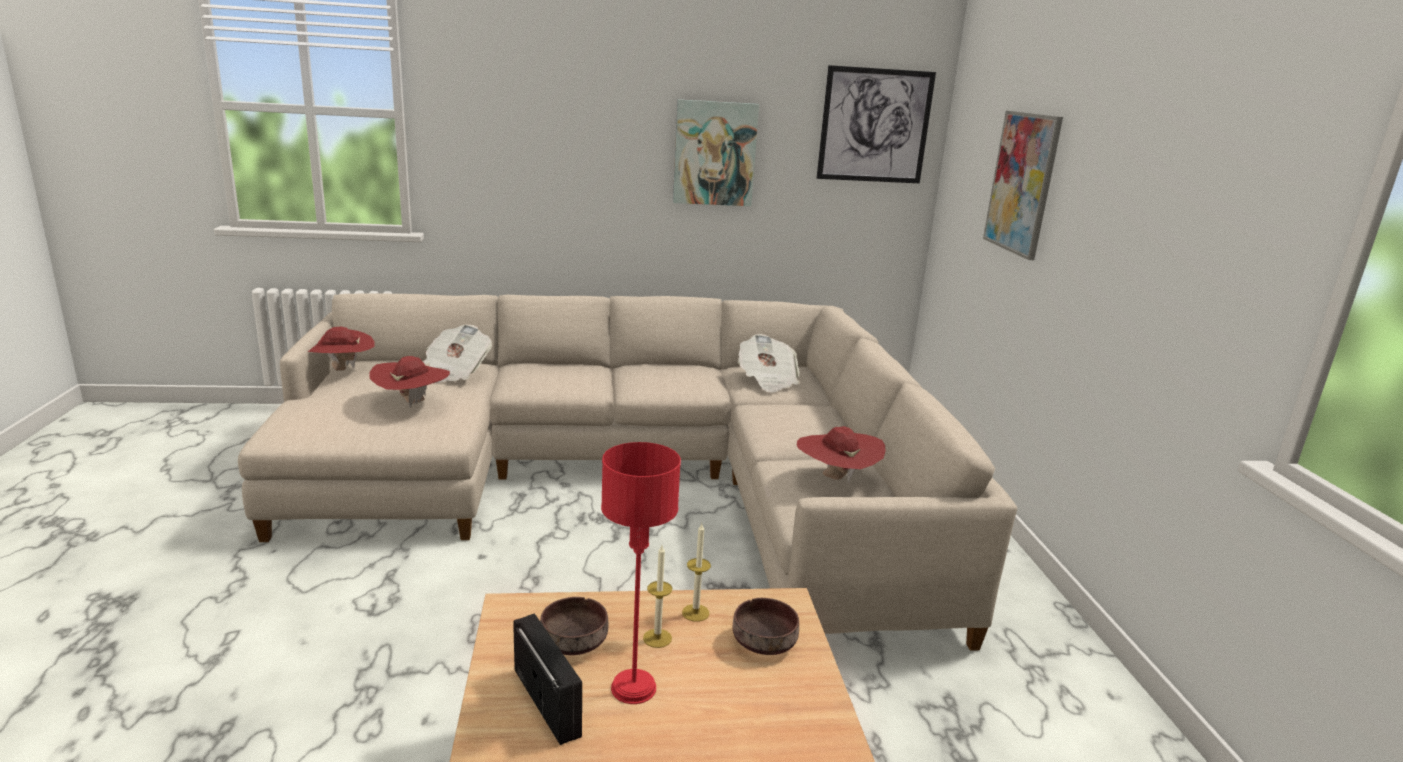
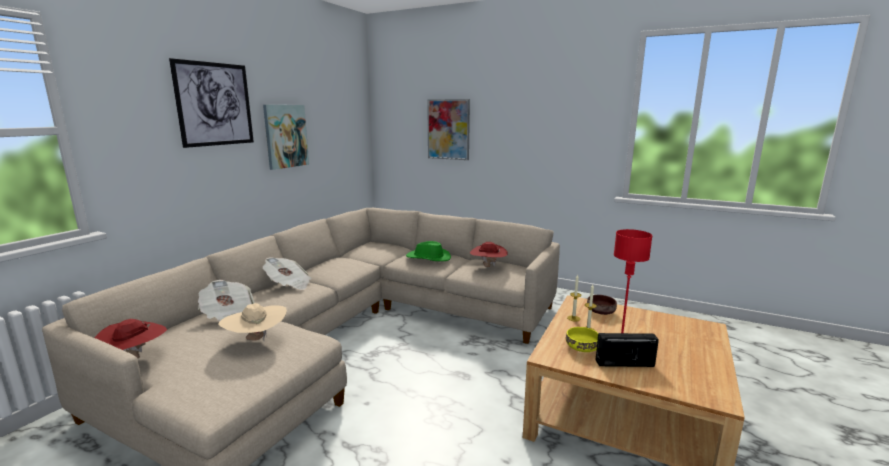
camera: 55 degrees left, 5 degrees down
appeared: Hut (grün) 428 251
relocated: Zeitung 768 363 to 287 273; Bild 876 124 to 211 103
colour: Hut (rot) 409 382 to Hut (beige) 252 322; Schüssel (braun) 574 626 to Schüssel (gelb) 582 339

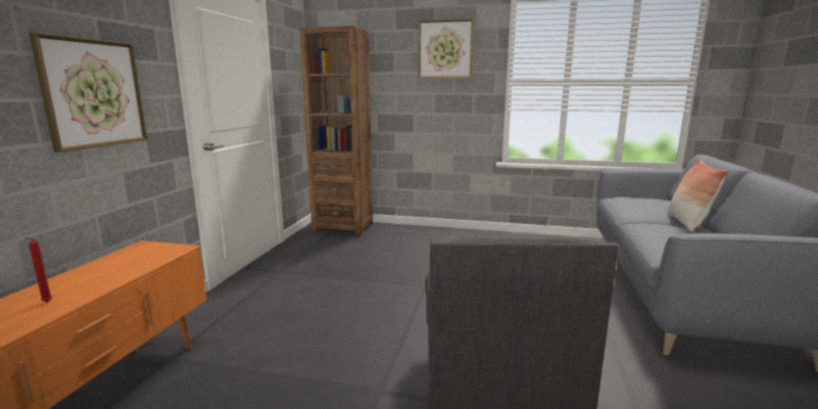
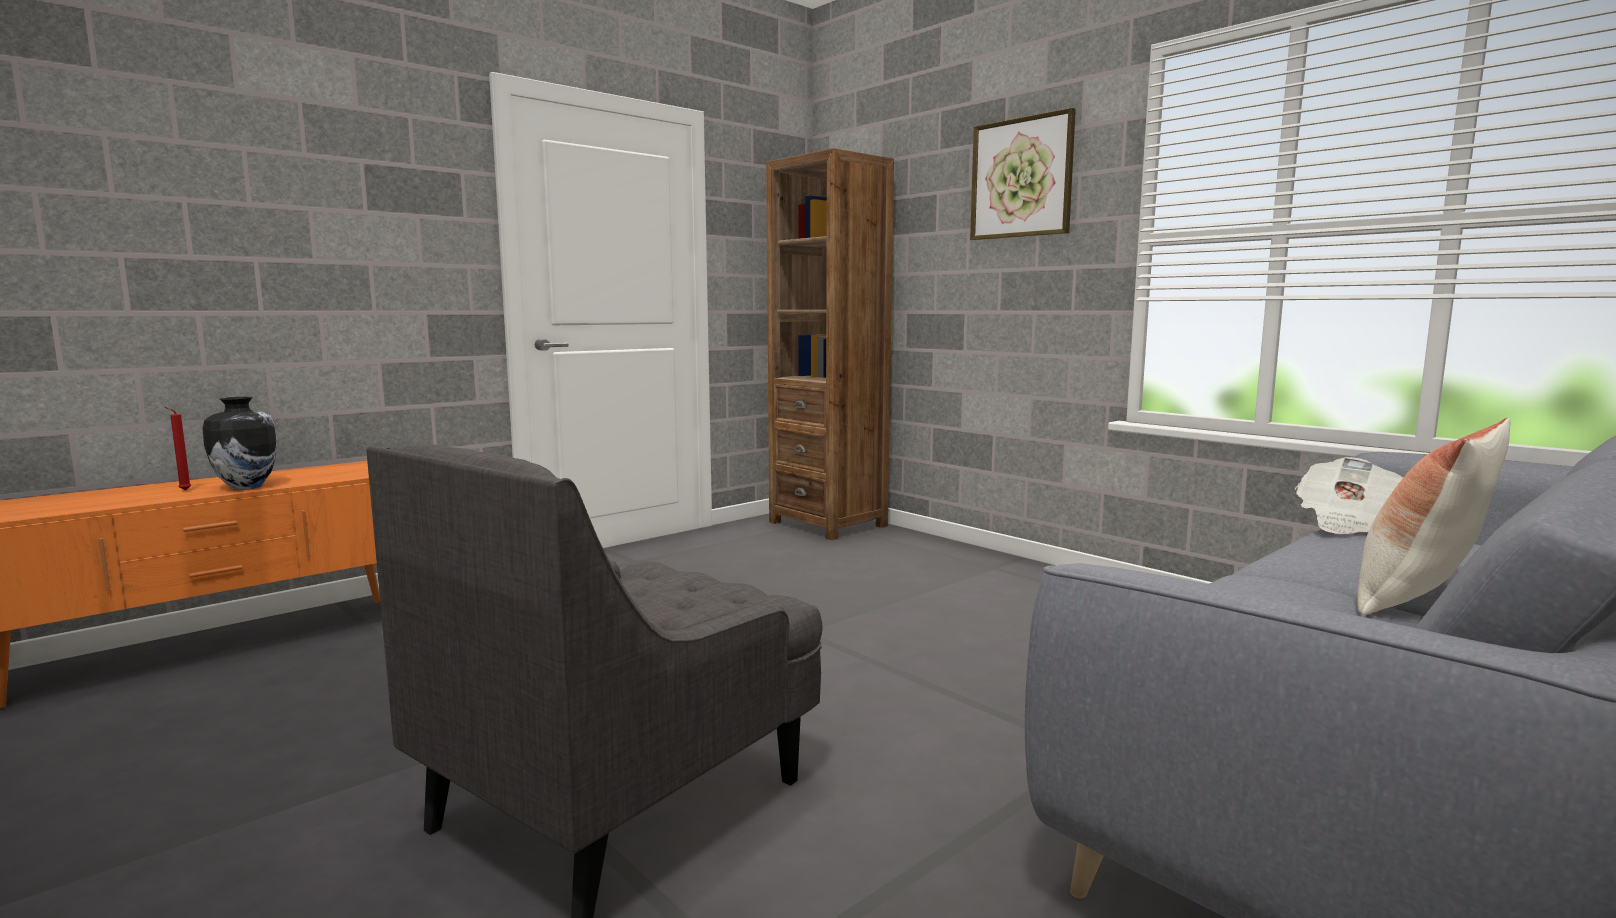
camera: 35 degrees right, 5 degrees down
missing: Bild 88 92
appeared: Vase 239 443; Zeitung 1349 495

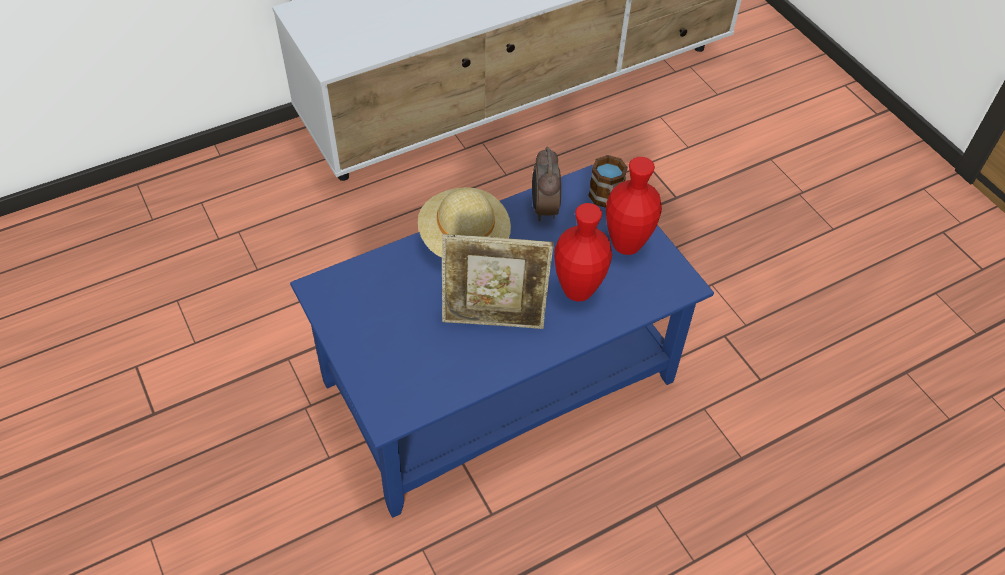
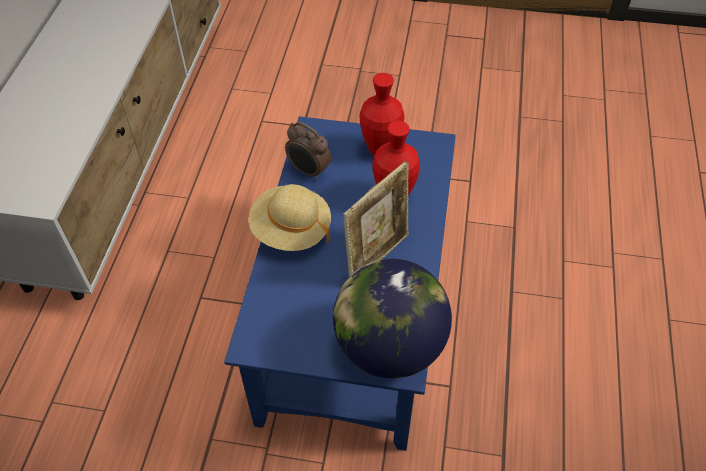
camera: 50 degrees left, 0 degrees up
missing: Henkelbecher 608 181
appeared: Globus 392 318

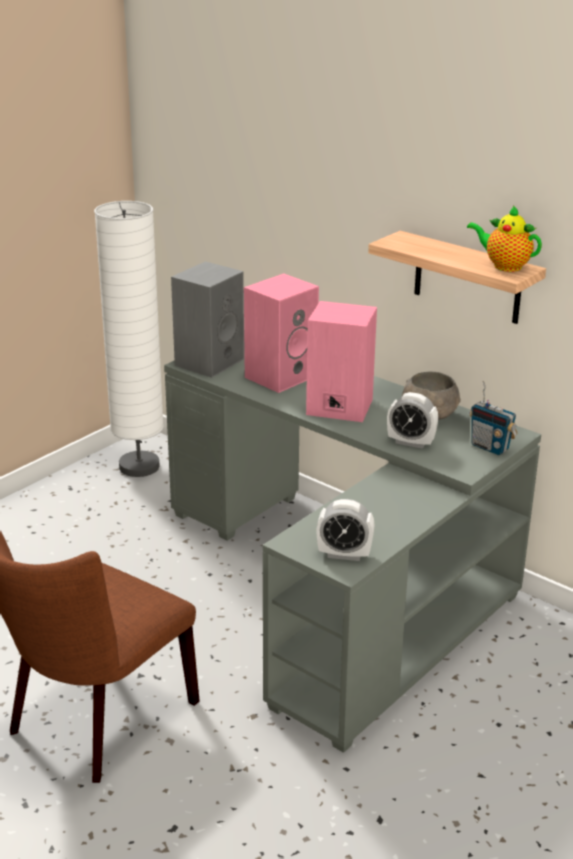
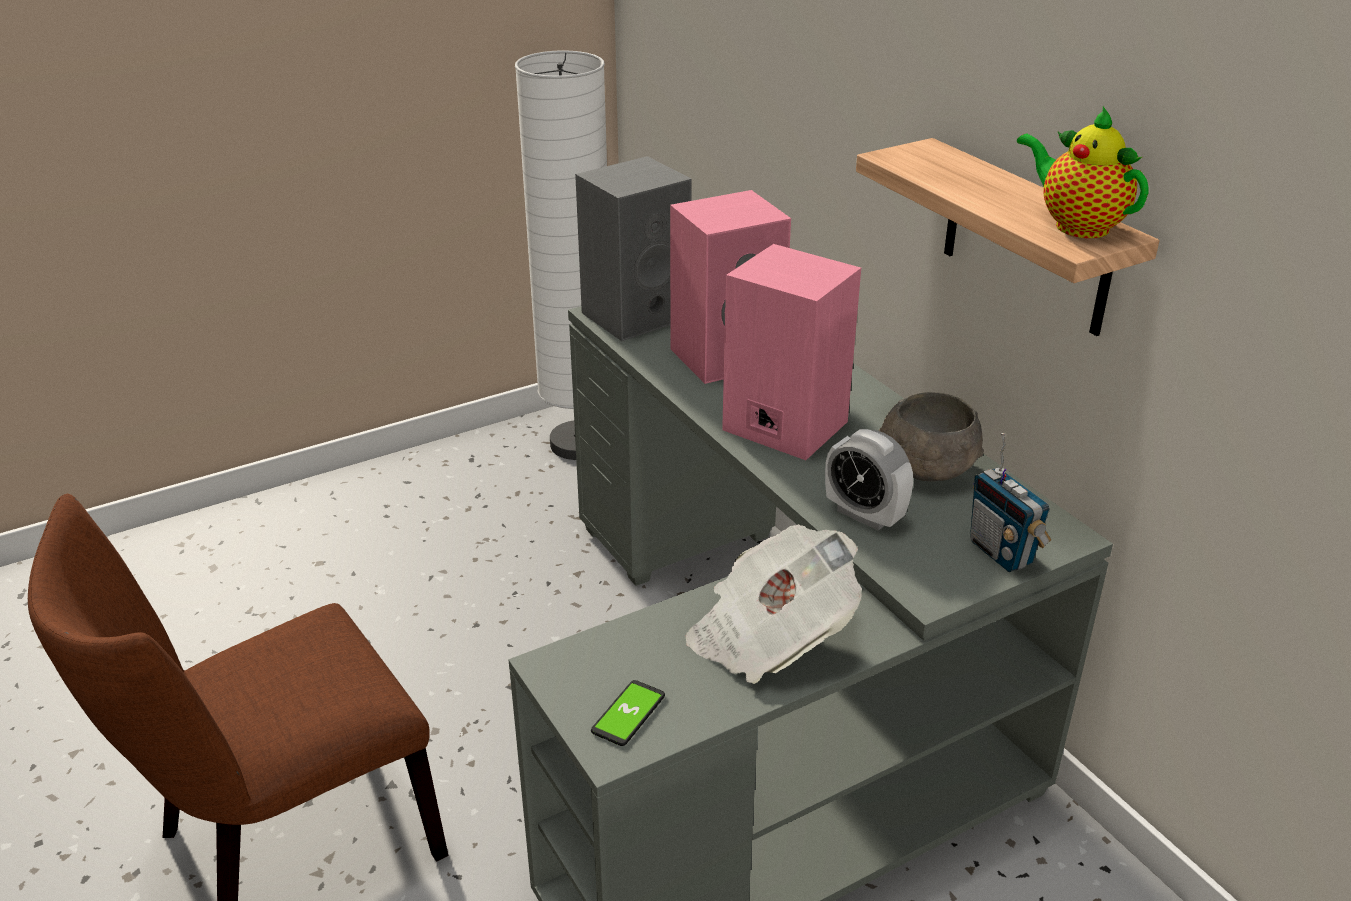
camera: 20 degrees right, 5 degrees up
appeared: Zeitung 774 604
exchanged: Wecker 345 530 to Handy 628 713

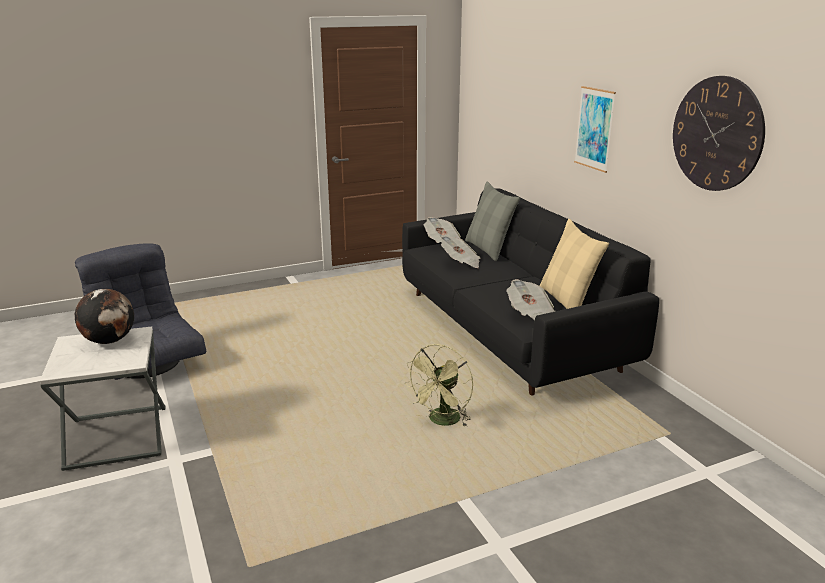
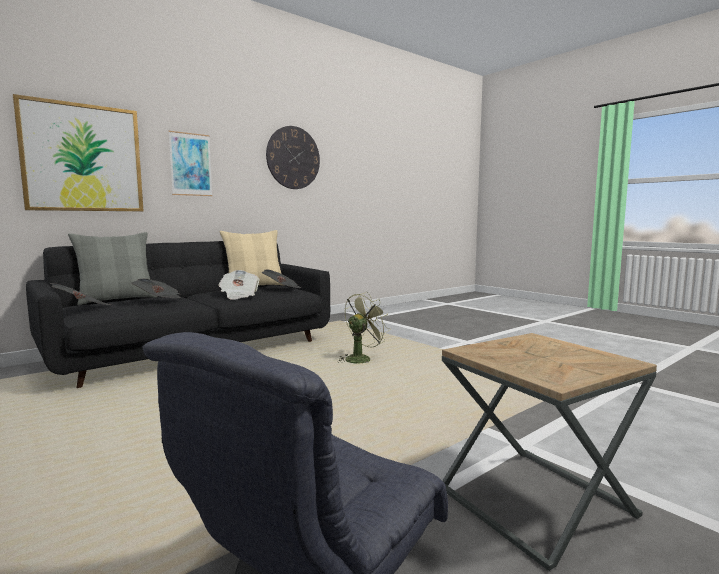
camera: 105 degrees left, 15 degrees down
missing: Globus 104 316
appeared: Bild 78 152; Zeitung 239 285
colour: Beistelltisch (weiß) 102 398 to Beistelltisch (braun) 549 452
spun: Ventilator (grün) 440 385 = 364 327 60 degrees counterclockwise

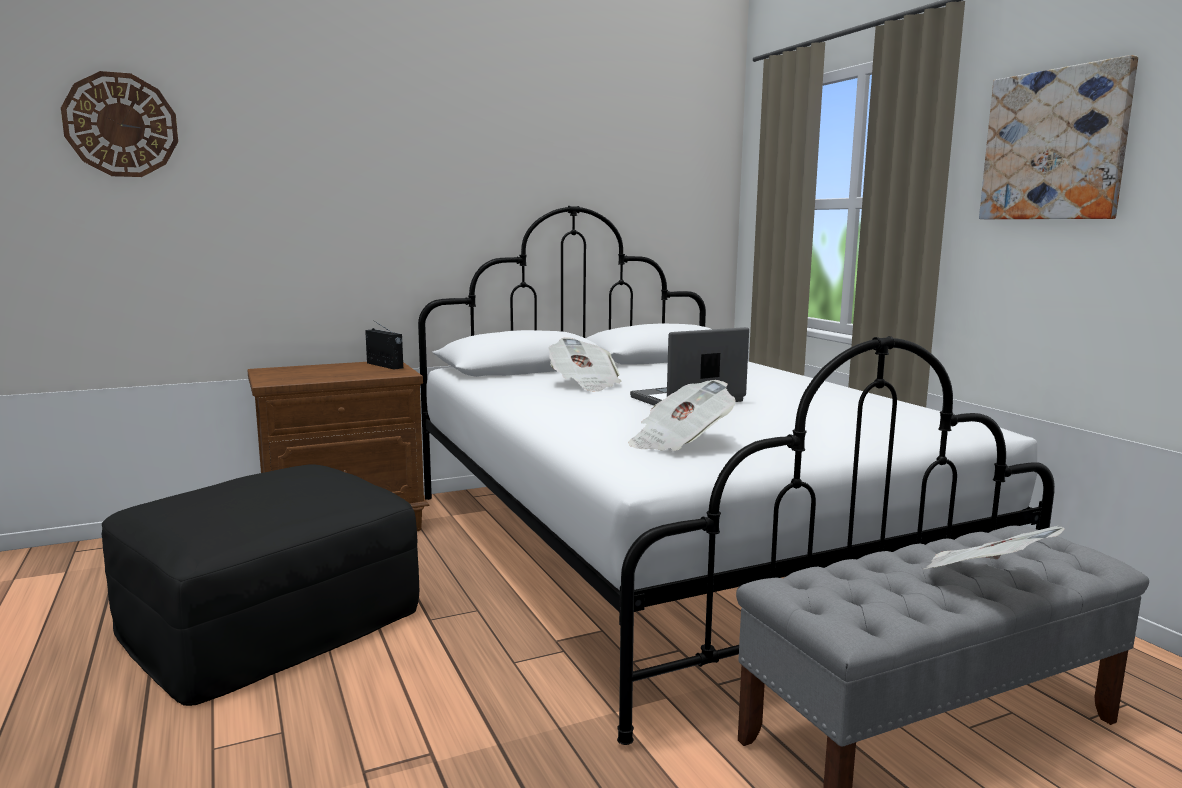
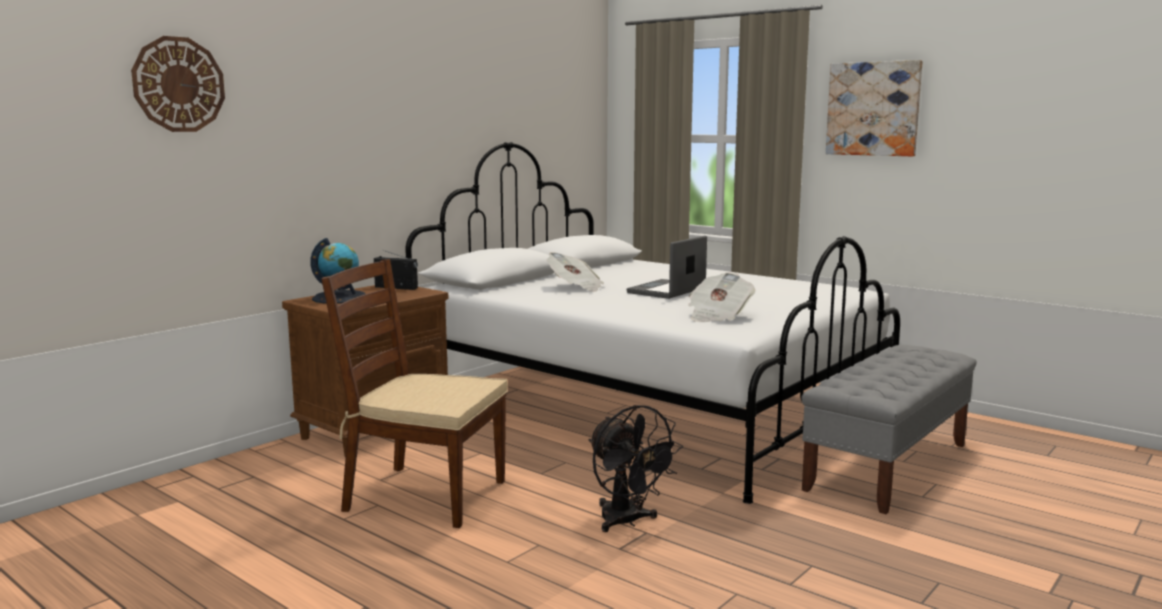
camera: 25 degrees left, 0 degrees up
missing: Zeitung 993 548
appeared: Globus 338 271; Ventilator (schwarz) 636 468
exchanged: Polsterhocker (schwarz) 260 585 to Stuhl (braun) 414 393

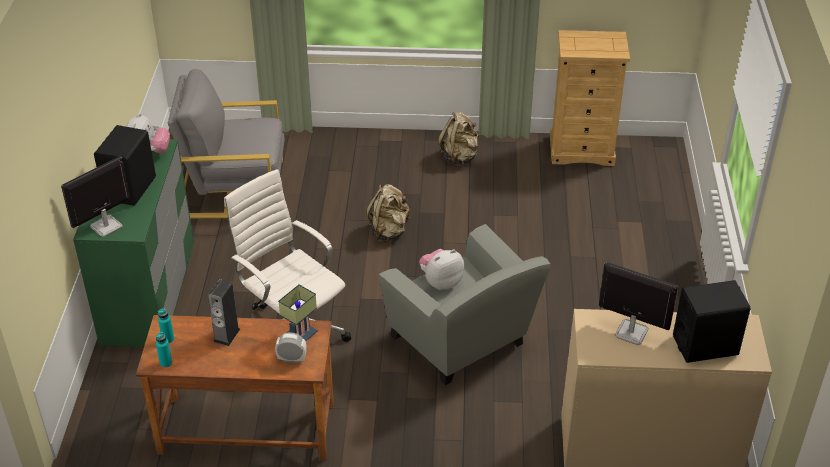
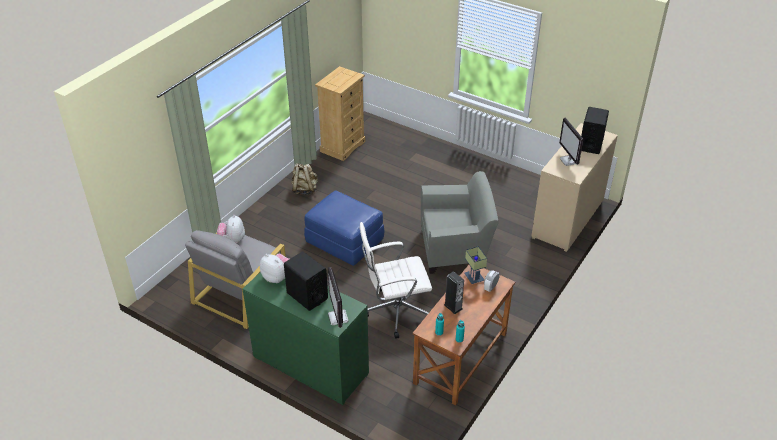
camera: 60 degrees left, 0 degrees up
relocated: Plüschtier 441 269 to 231 229
exchanged: Rucksack (beige) 388 213 to Polsterhocker (blau) 344 228
spun: Monitor 638 303 = 571 142 75 degrees counterclockwise

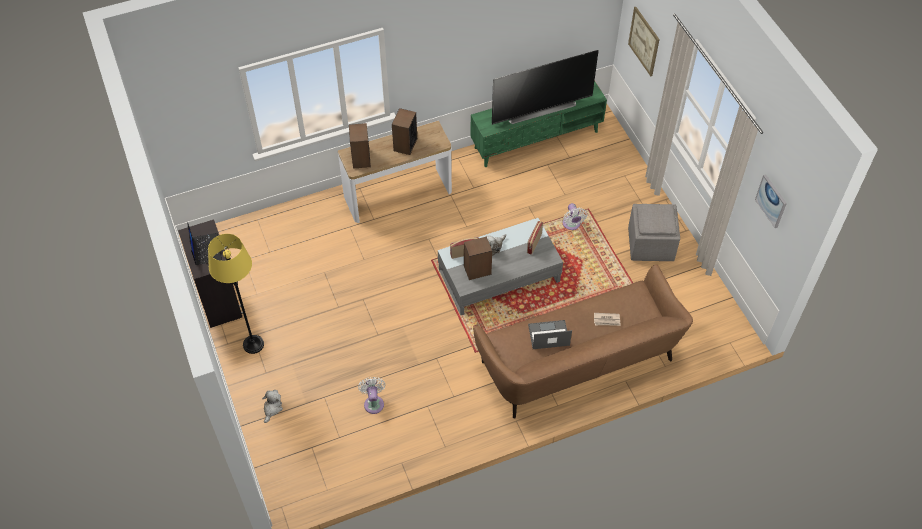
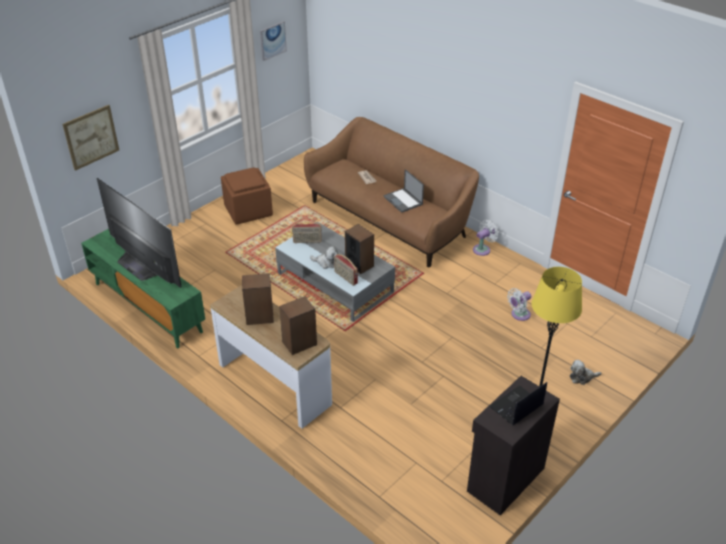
camera: 115 degrees left, 15 degrees down
relocated: Ventilator (weiß) 575 216 to 486 238
colour: Polsterhocker (grau) 654 232 to Polsterhocker (braun) 247 196

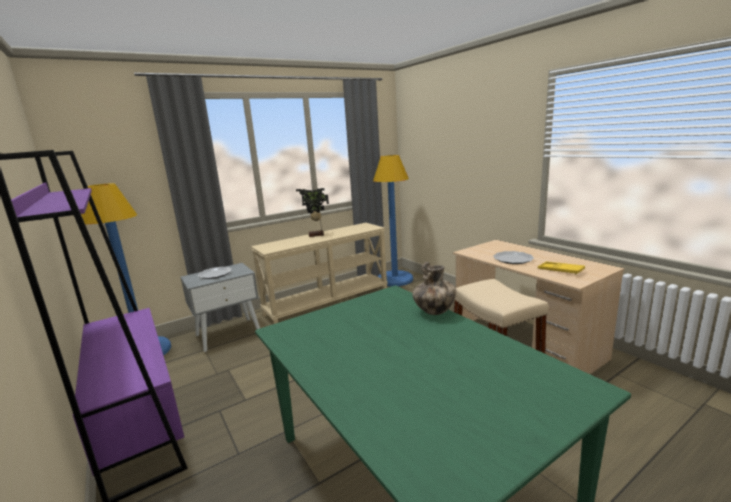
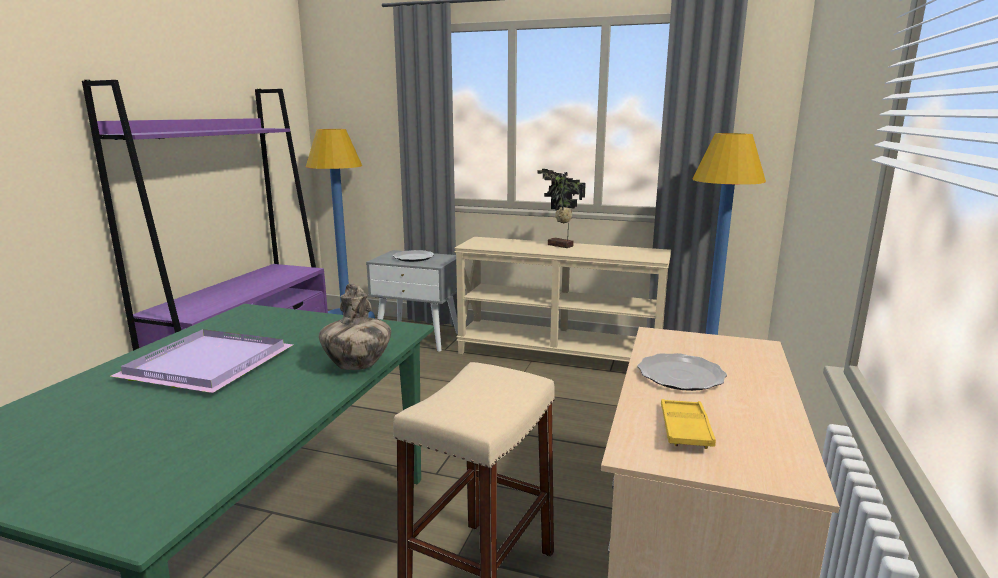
camera: 50 degrees right, 0 degrees up
appeared: Tablett (lila) 201 361

